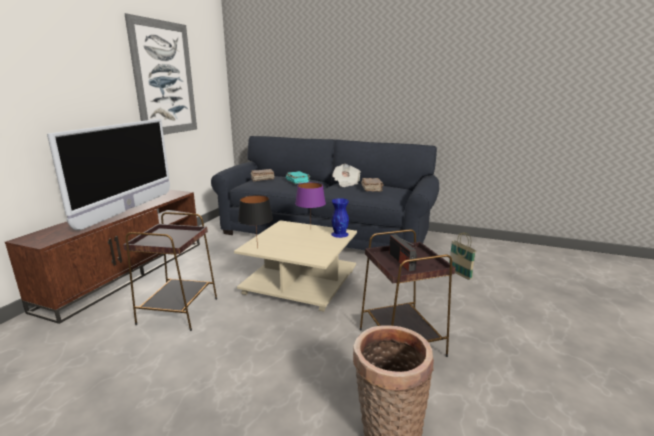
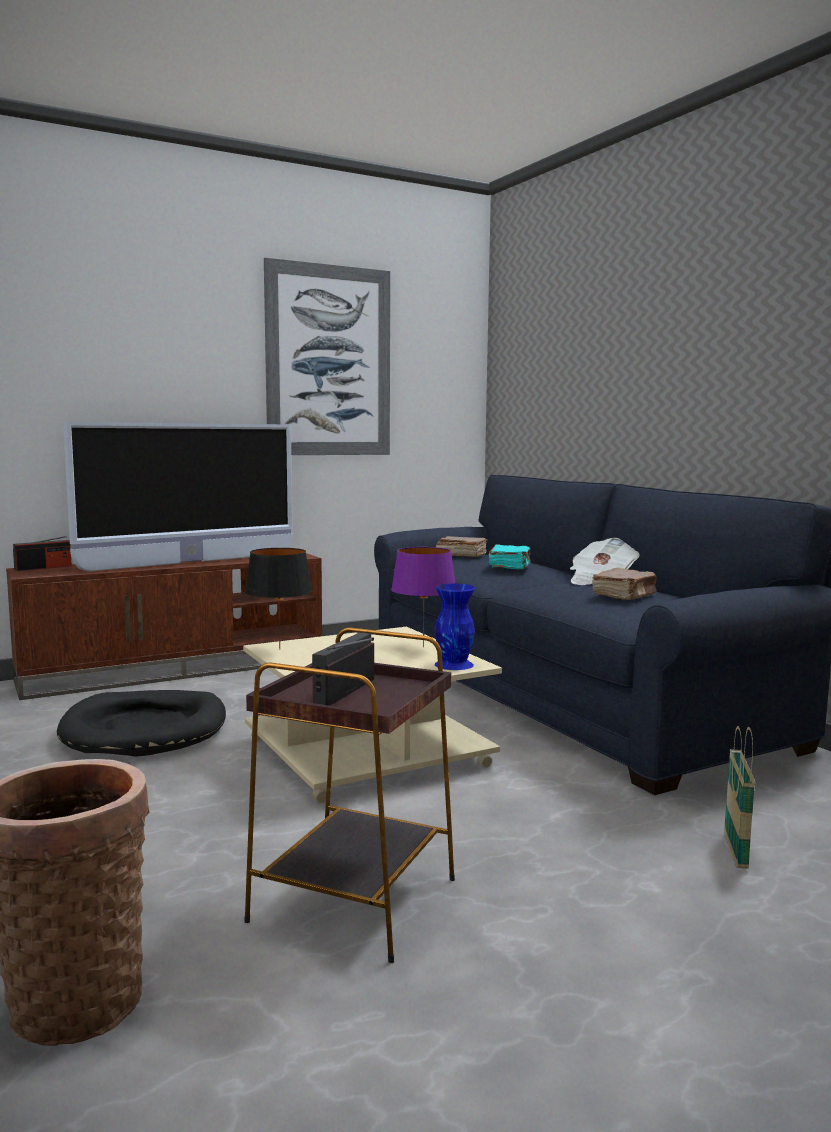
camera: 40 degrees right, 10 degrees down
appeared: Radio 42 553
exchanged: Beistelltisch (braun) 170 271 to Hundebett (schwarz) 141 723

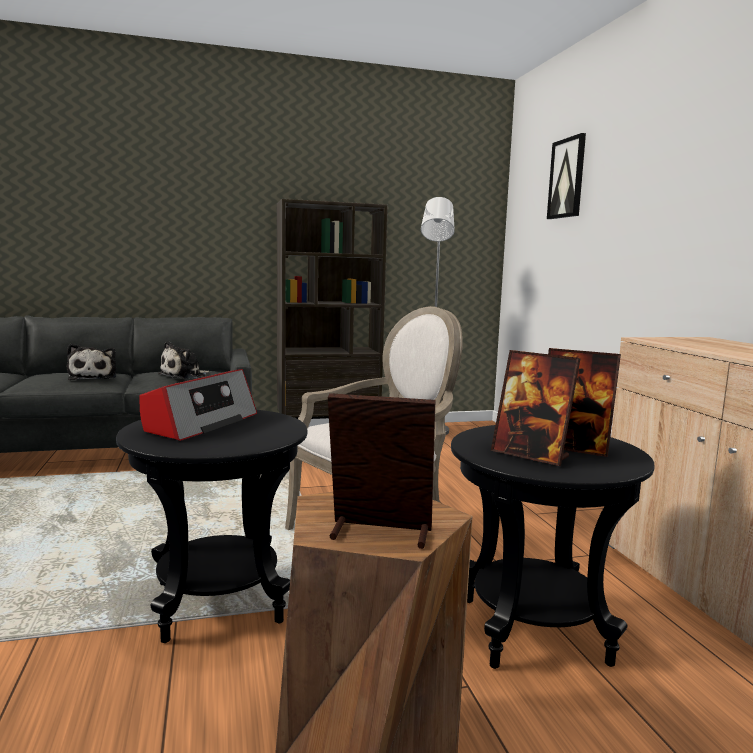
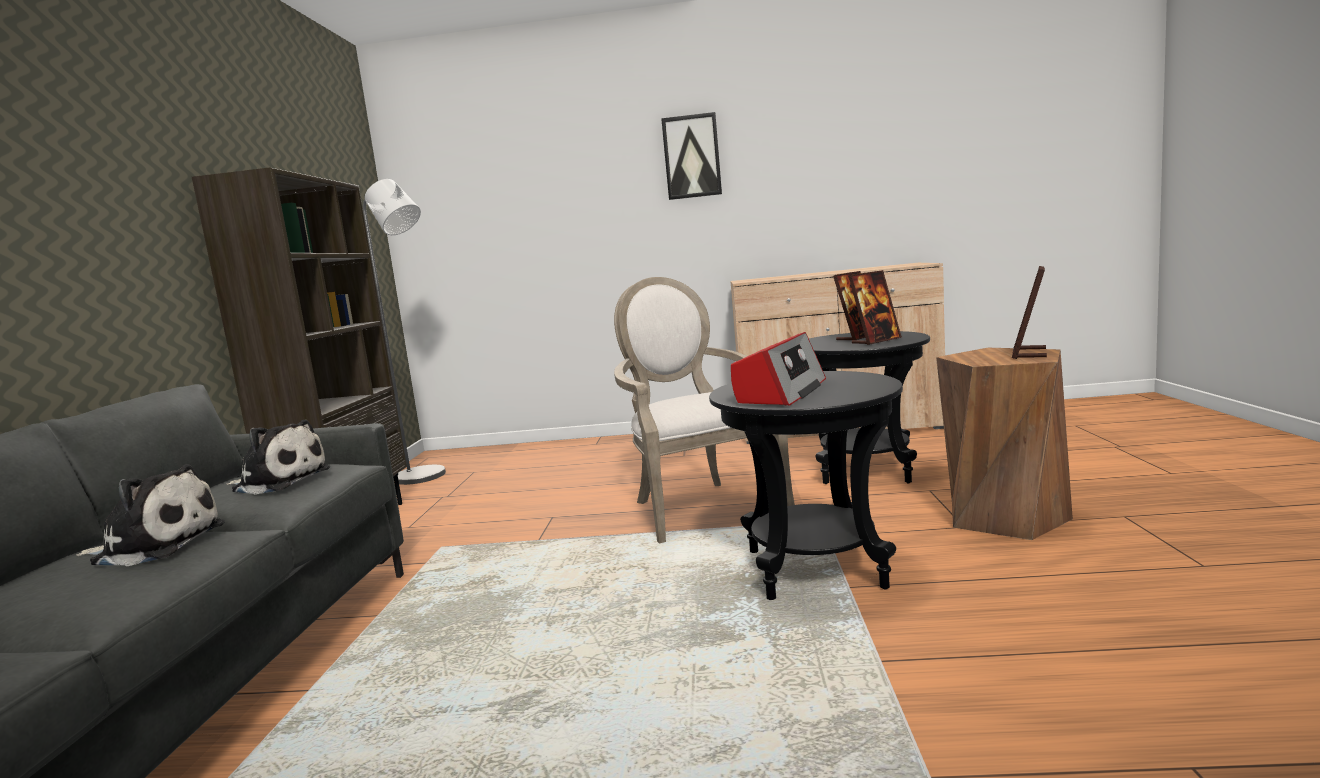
camera: 70 degrees left, 0 degrees up
relocated: Bild 566 176 to 691 156
spun: Radio 198 405 = 778 369 75 degrees clockwise; Plüschtier 184 360 = 278 457 45 degrees counterclockwise

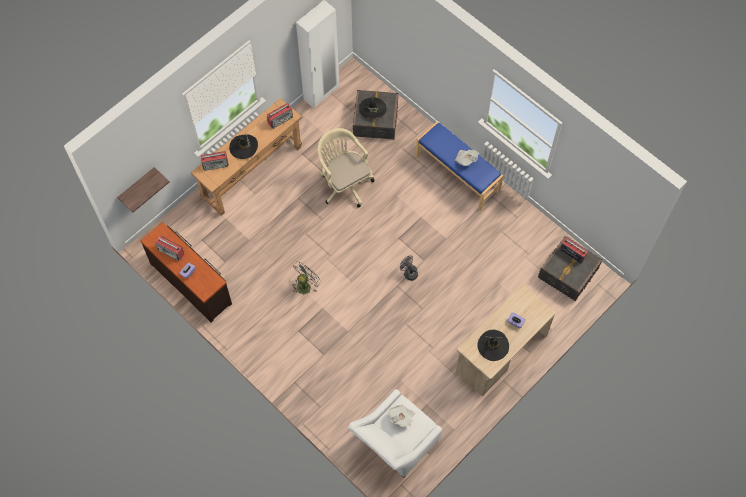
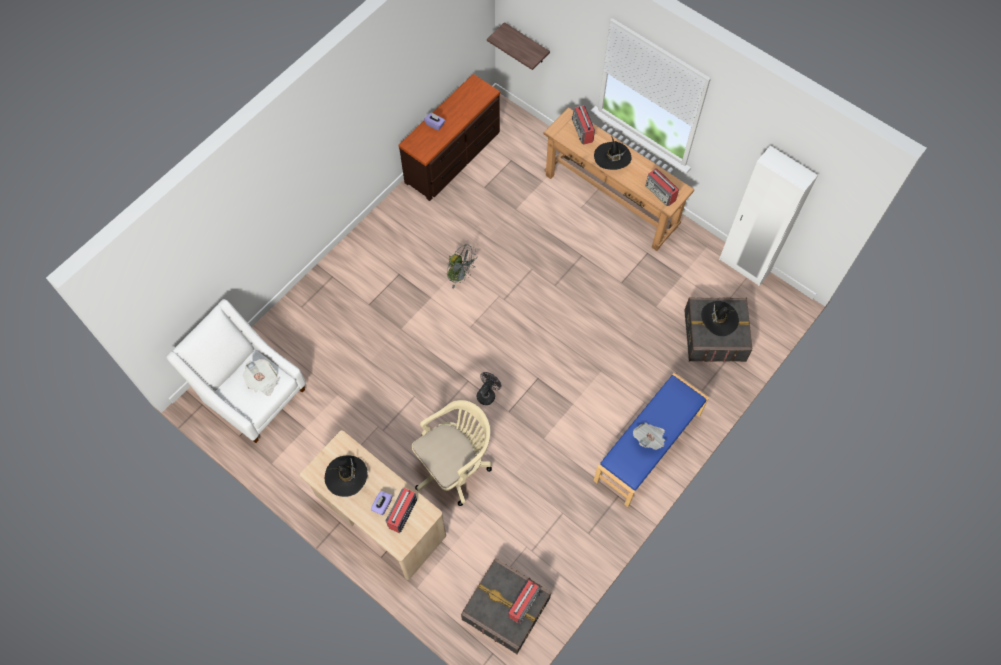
camera: 85 degrees right, 0 degrees up
relocated: Radio 170 248 to 401 510; Bürostuhl (beige) 346 168 to 451 453

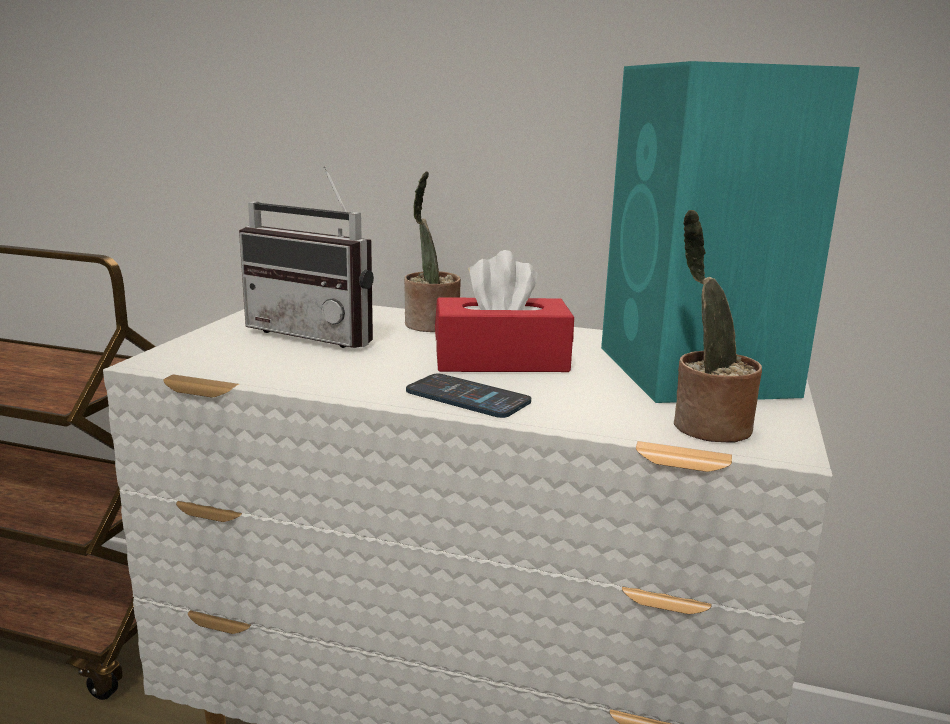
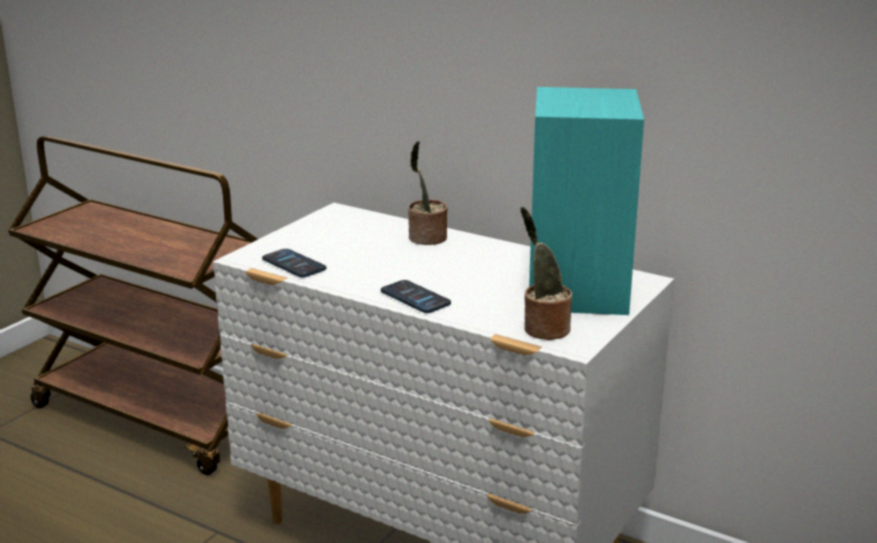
camera: 15 degrees right, 5 degrees up
missing: Radio 306 256; Taschentuchbox (rot) 504 311
appeared: Handy 294 263

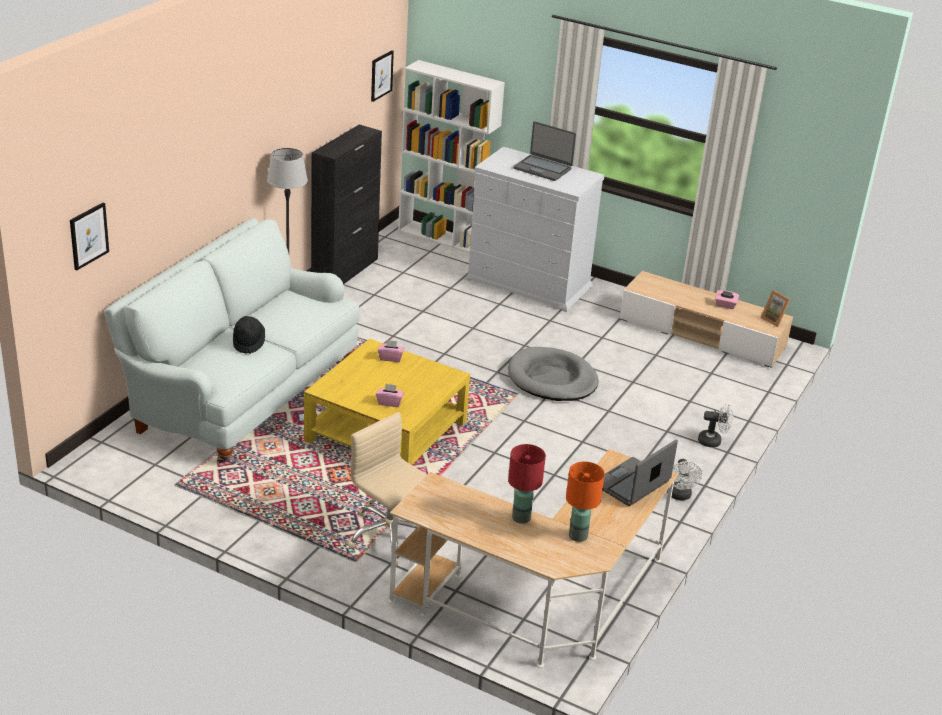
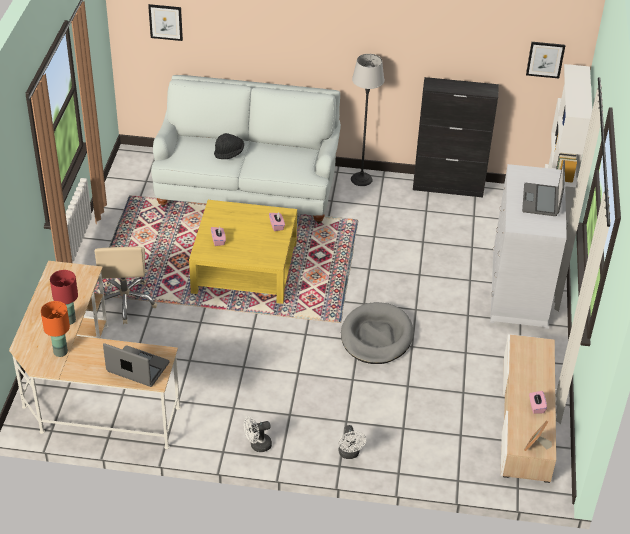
camera: 70 degrees right, 10 degrees up
spun: Bürostuhl (beige) 387 488 = 126 285 150 degrees clockwise

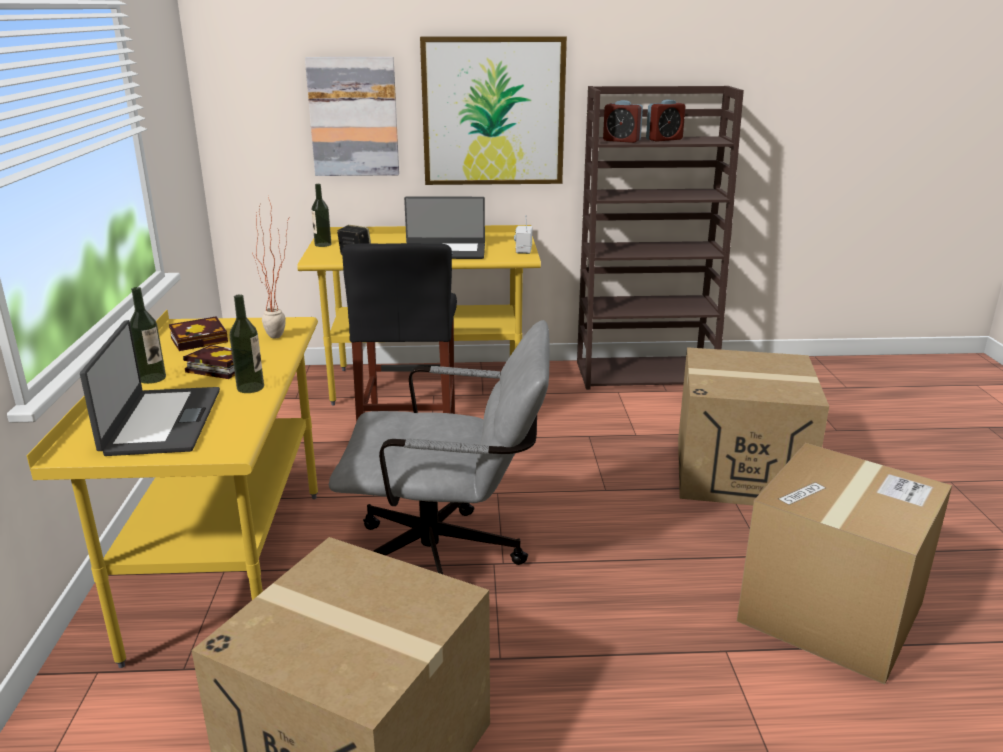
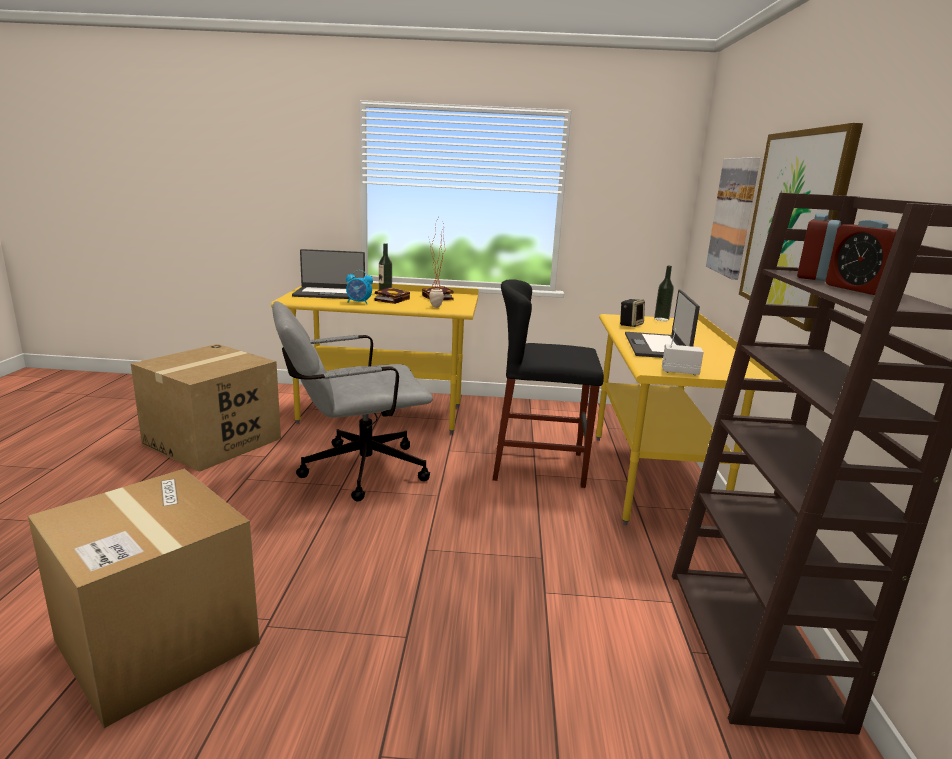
camera: 95 degrees right, 5 degrees down
missing: Karton 753 426
exchanged: Flasche 246 343 to Wecker 359 287
spun: Bürostuhl (grau) 439 447 = 352 401 60 degrees clockwise

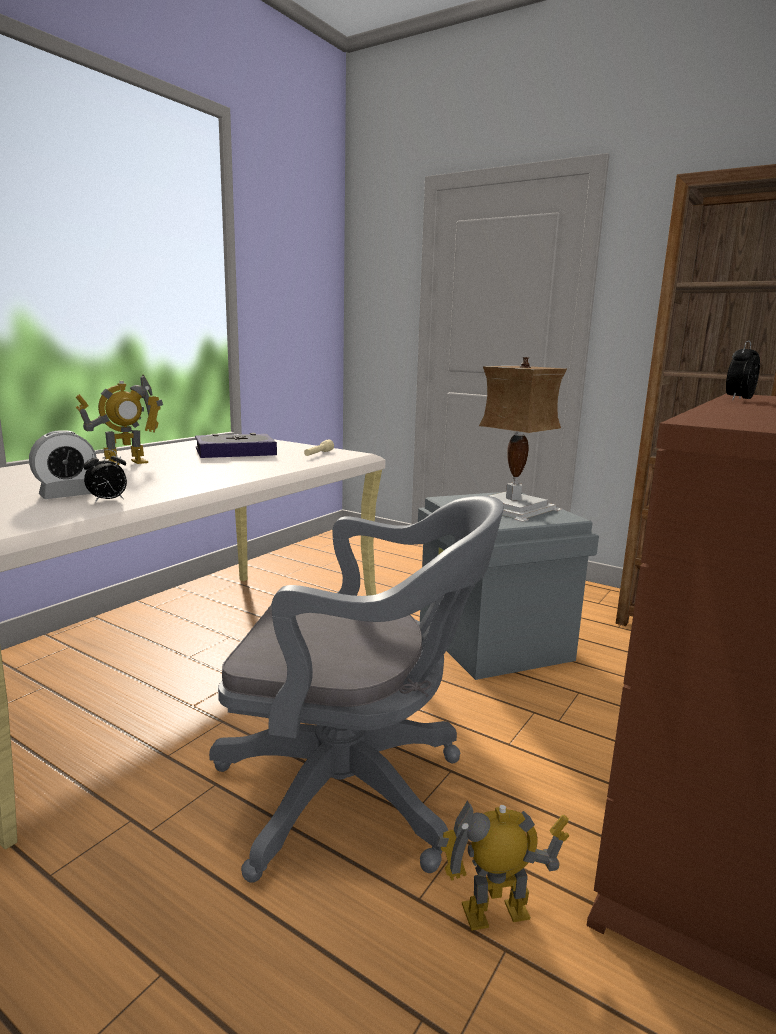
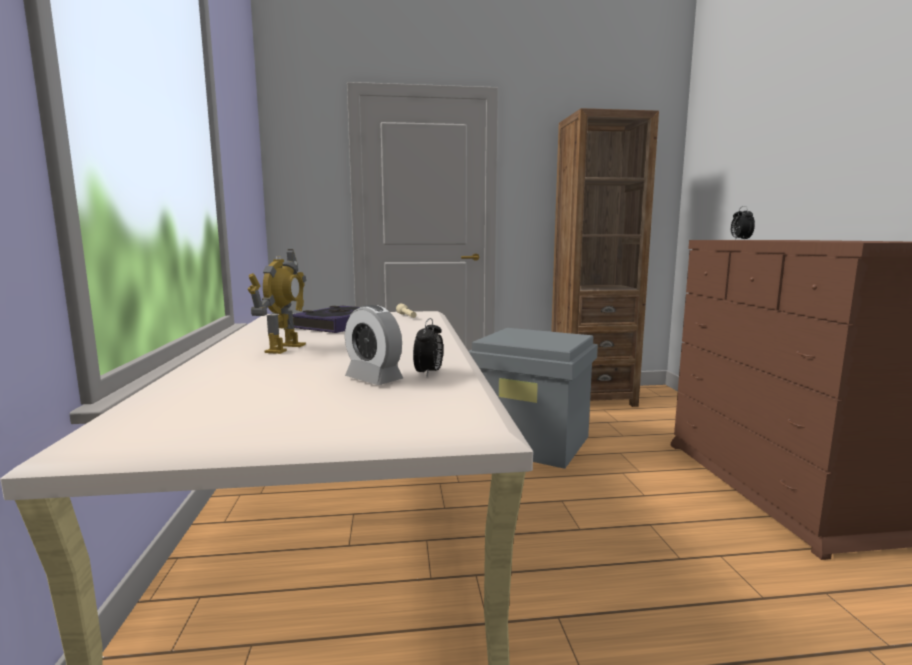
camera: 40 degrees left, 5 degrees down
missing: Bürostuhl (grau) 356 689; Spielzeugroboter 502 865; Tischlampe 523 439
spun: Wecker 63 464 = 374 345 120 degrees clockwise

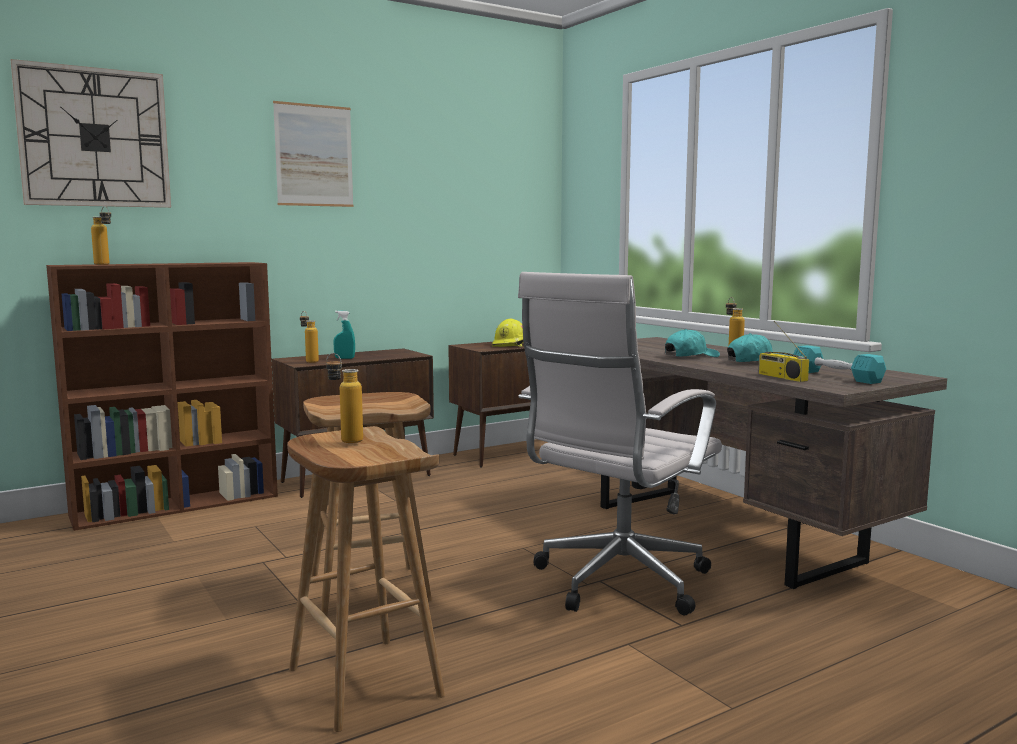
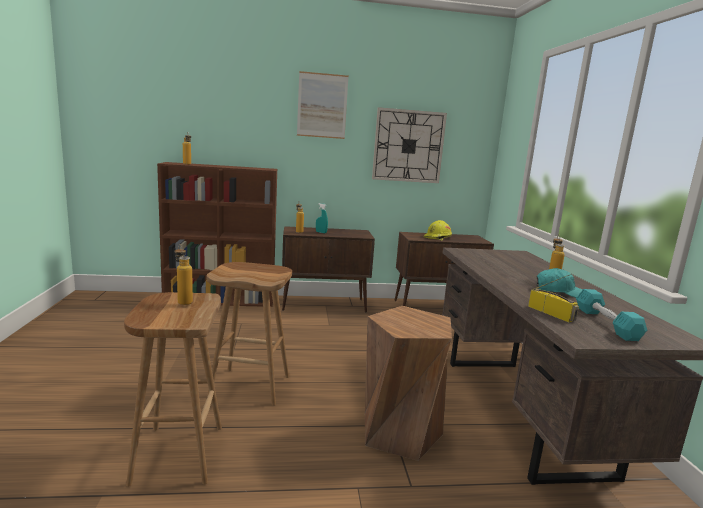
camera: 25 degrees right, 5 degrees up
missing: Kappe (türkis) 692 343
relocated: Wanduhr 90 133 to 409 145
exchanged: Bürostuhl (weiß) 620 444 to Hocker (braun) 408 383
spun: Radio 783 351 = 553 298 150 degrees clockwise

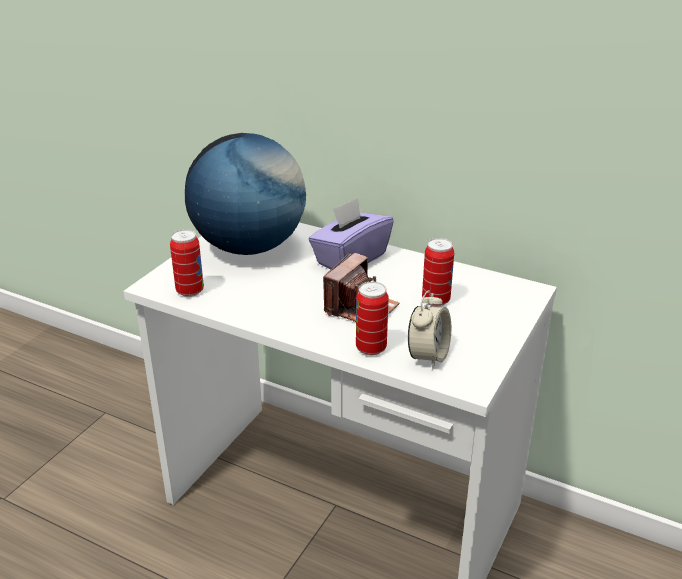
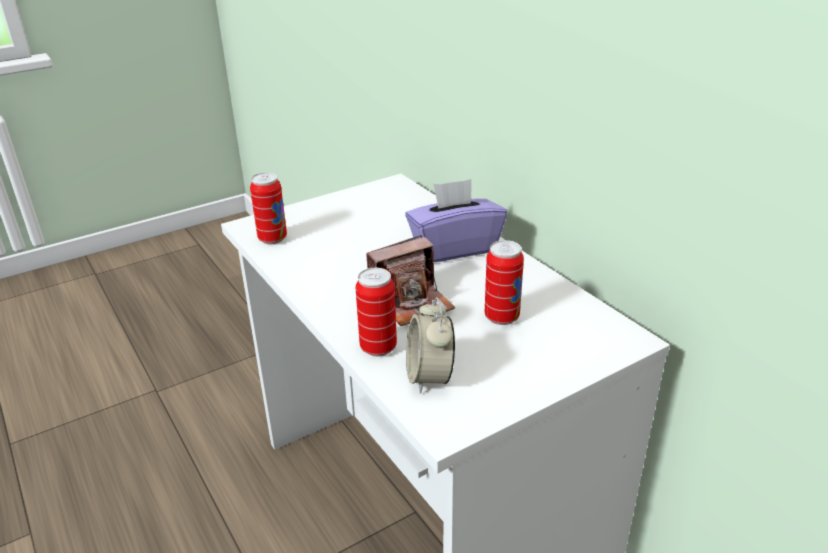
camera: 30 degrees right, 0 degrees up
missing: Globus 245 194
spun: Wecker 429 329 = 430 345 120 degrees clockwise

